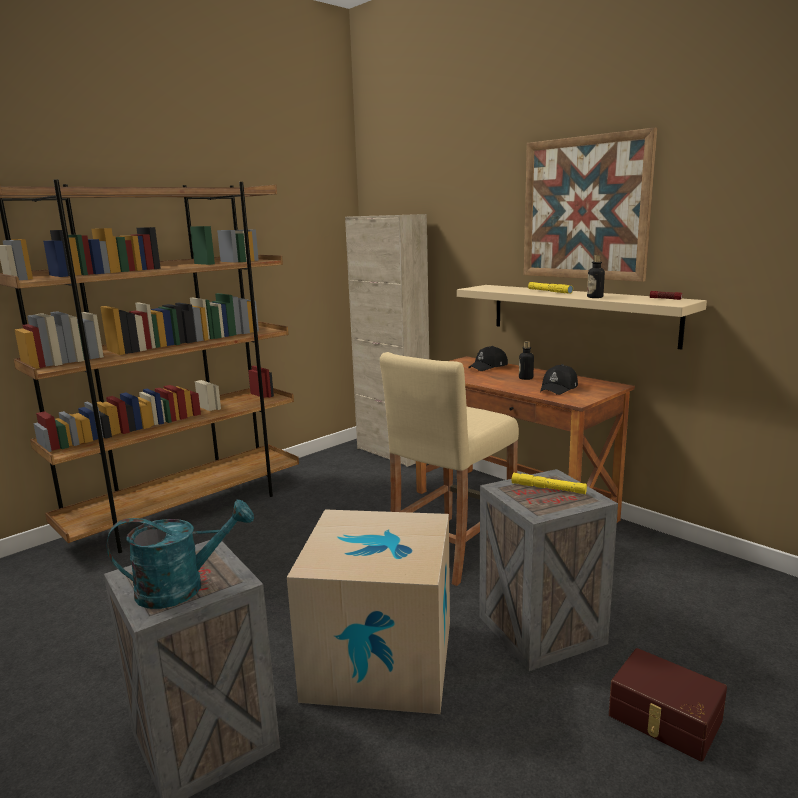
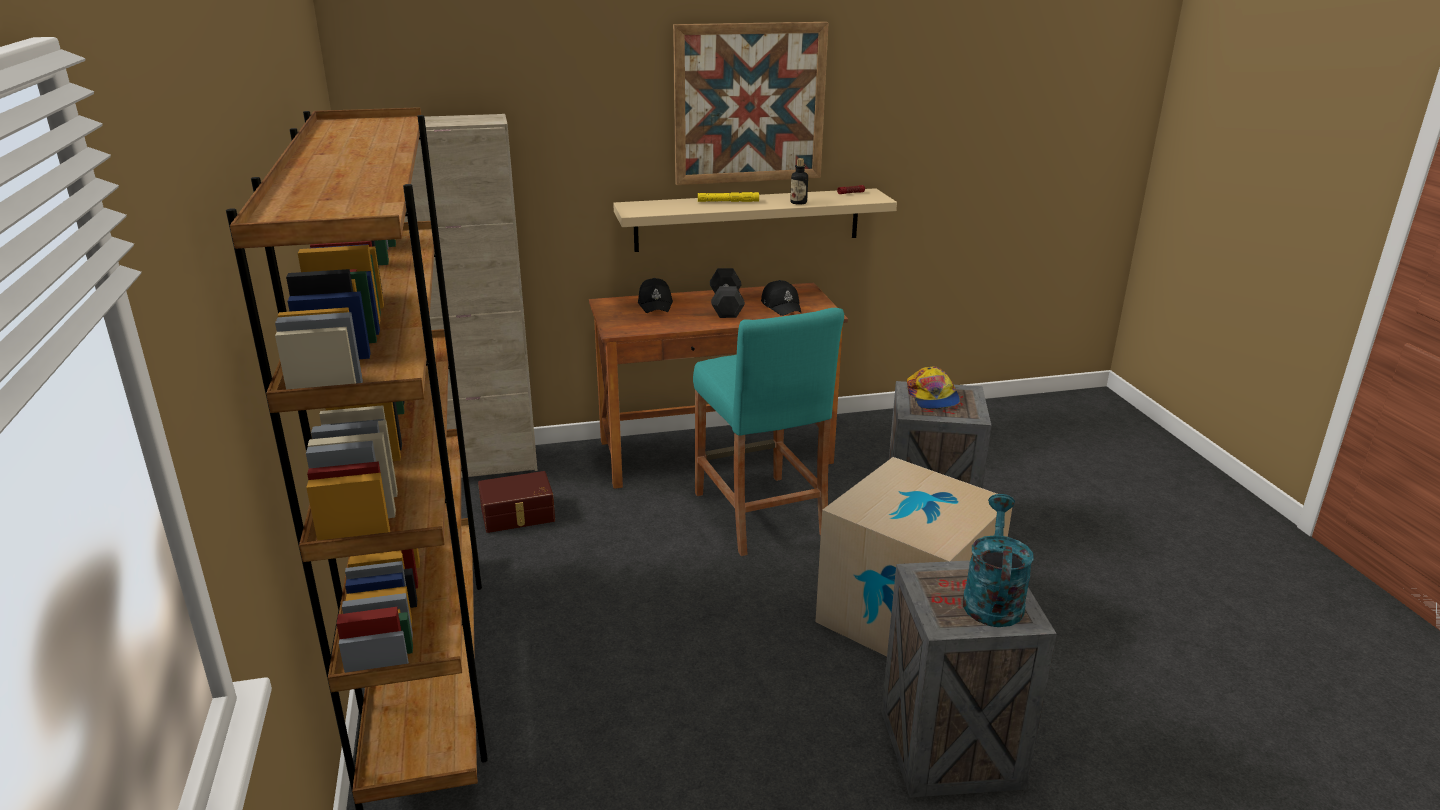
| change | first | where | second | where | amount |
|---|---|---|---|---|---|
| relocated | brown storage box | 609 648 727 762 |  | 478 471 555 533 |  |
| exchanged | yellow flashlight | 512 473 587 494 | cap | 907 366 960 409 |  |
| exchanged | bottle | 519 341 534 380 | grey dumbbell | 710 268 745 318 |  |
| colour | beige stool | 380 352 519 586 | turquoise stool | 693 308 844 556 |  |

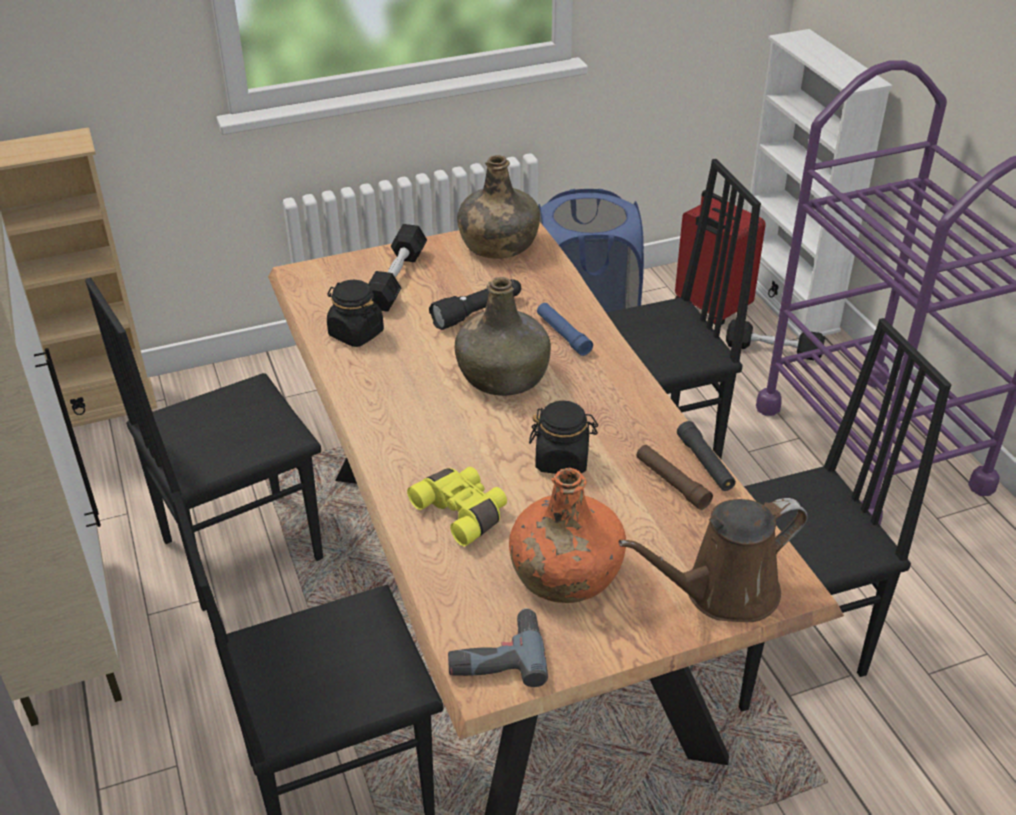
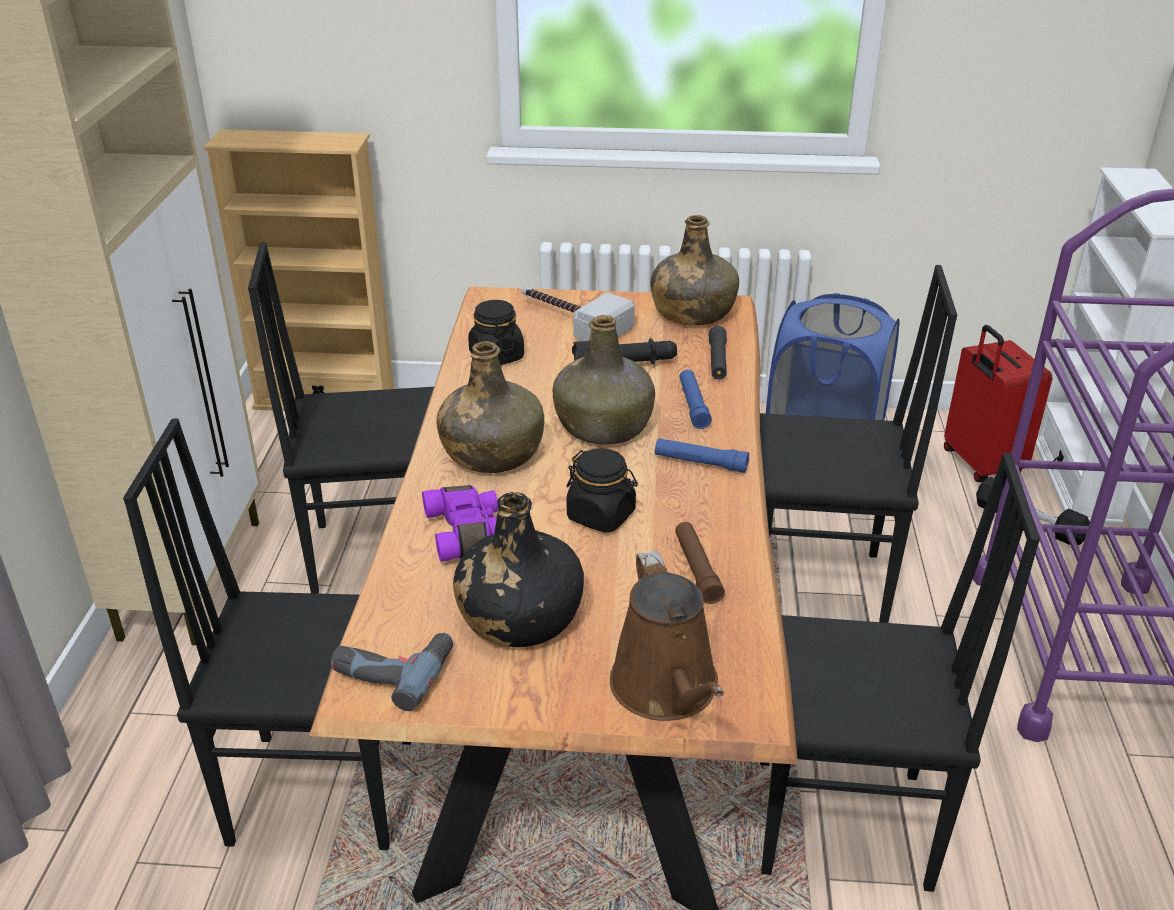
| change | first | where | second | where | amount |
|---|---|---|---|---|---|
| appeared |  |  | green bottle | 436 341 544 473 |  |
| appeared |  |  | blue flashlight | 655 438 749 473 |  |
| relocated | black flashlight | 677 421 736 491 |  | 709 326 727 380 |  |
| exchanged | black dumbbell | 368 224 427 312 | hammer | 521 286 635 341 |  |
| colour | yellow binoculars | 407 467 507 546 | purple binoculars | 422 485 498 562 |  |
| colour | orange bottle | 509 468 626 603 | black bottle | 453 492 584 647 |  |
| spun | brown watering can | 618 498 808 622 |  | 610 550 724 721 | 105 degrees counterclockwise |

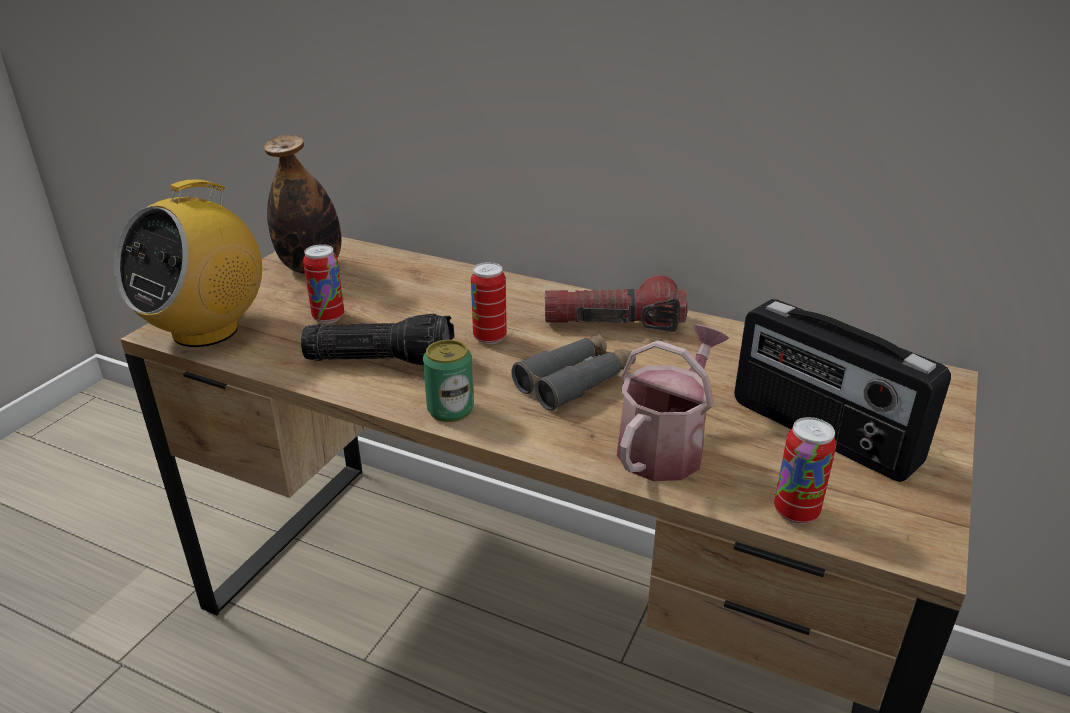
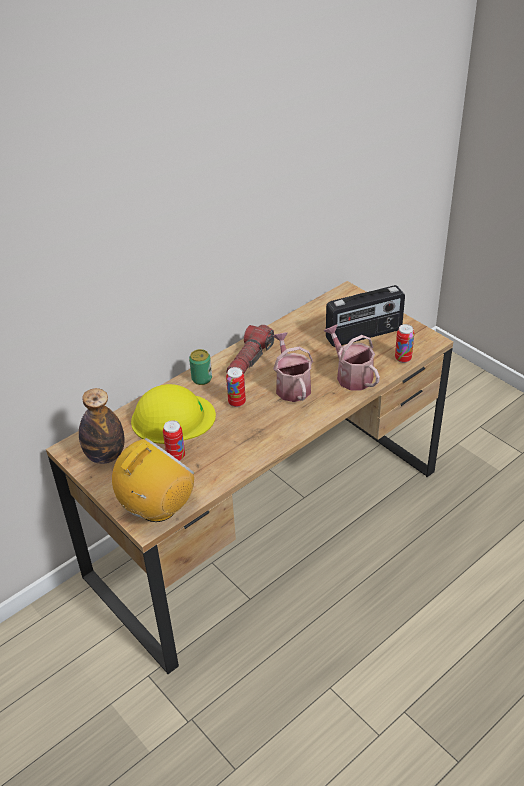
| change | first | where | second | where | amount |
|---|---|---|---|---|---|
| missing | flashlight | 301 313 455 365 |  |  |  |
| appeared |  |  | yellow hard hat | 131 384 216 444 |  |
| relocated | can | 423 340 474 422 |  | 189 349 212 385 |  |
| exchanged | grey binoculars | 512 334 635 411 | watering can | 273 332 313 402 |  |
| spun | radio | 114 179 262 347 |  | 112 438 194 522 | 105 degrees counterclockwise |

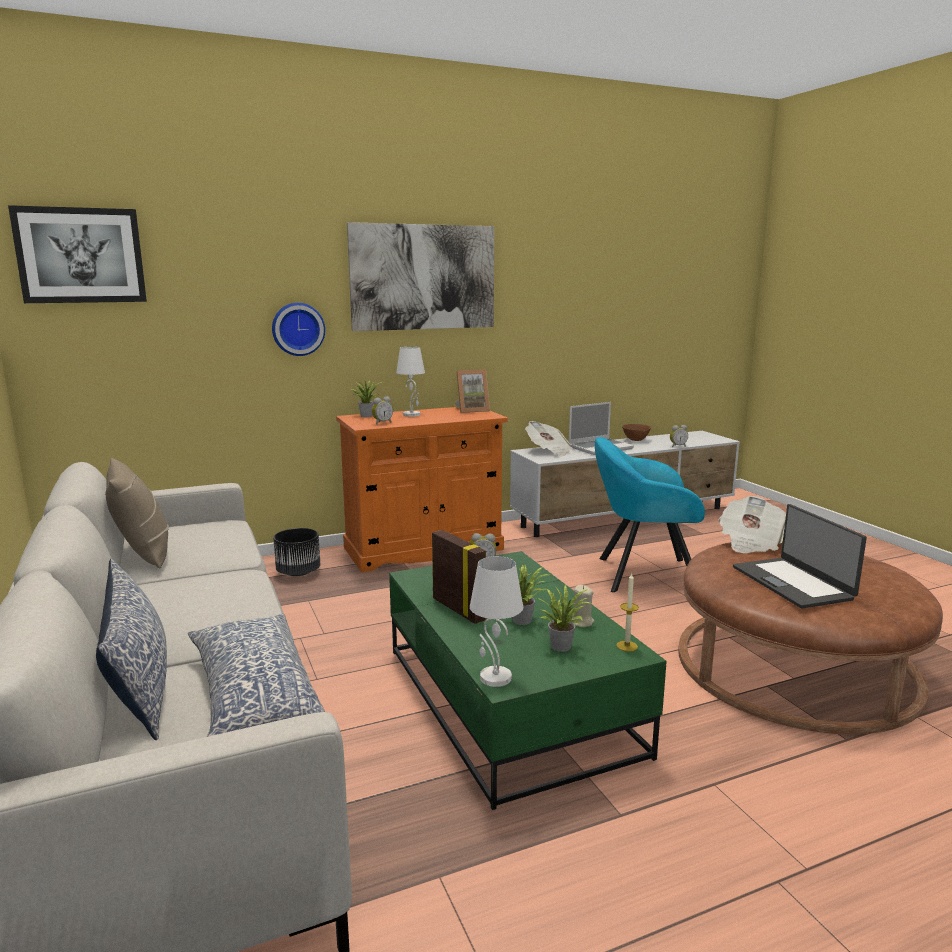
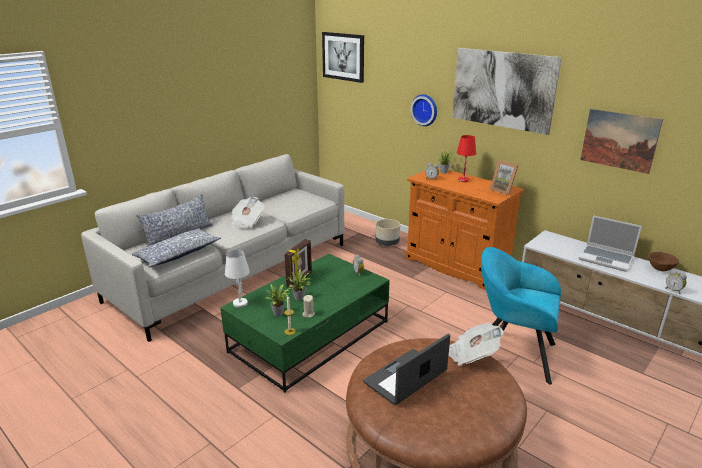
| change | first | where | second | where | amount |
|---|---|---|---|---|---|
| missing | beige pillow | 105 458 169 569 |  |  |  |
| appeared |  |  | picture | 580 109 663 174 |  |
| relocated | newspaper | 525 421 573 457 |  | 231 197 265 229 |  |
| colour | black planter | 273 528 320 576 | beige planter | 375 219 400 246 |  |
| colour | white table lamp | 396 347 425 417 | red table lamp | 457 135 476 182 |  |
| spun | turquoise armchair | 595 437 705 592 |  | 481 247 561 385 | 45 degrees counterclockwise |

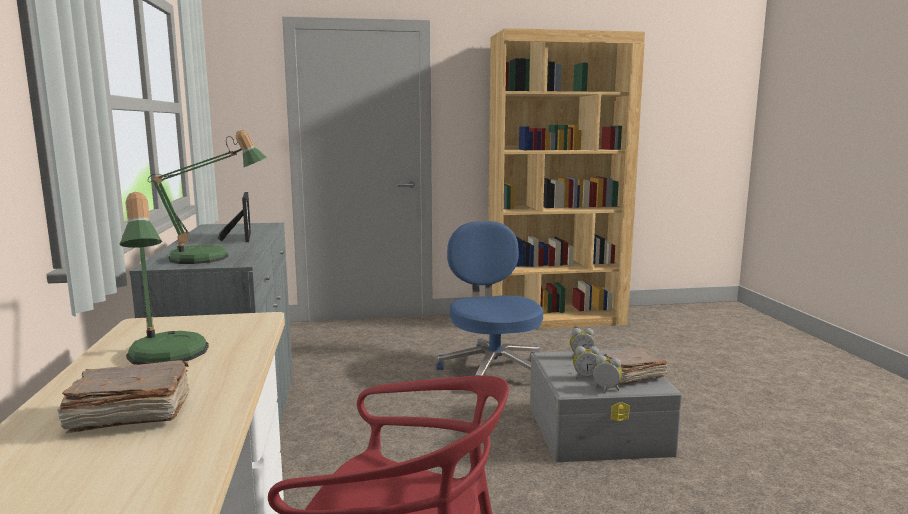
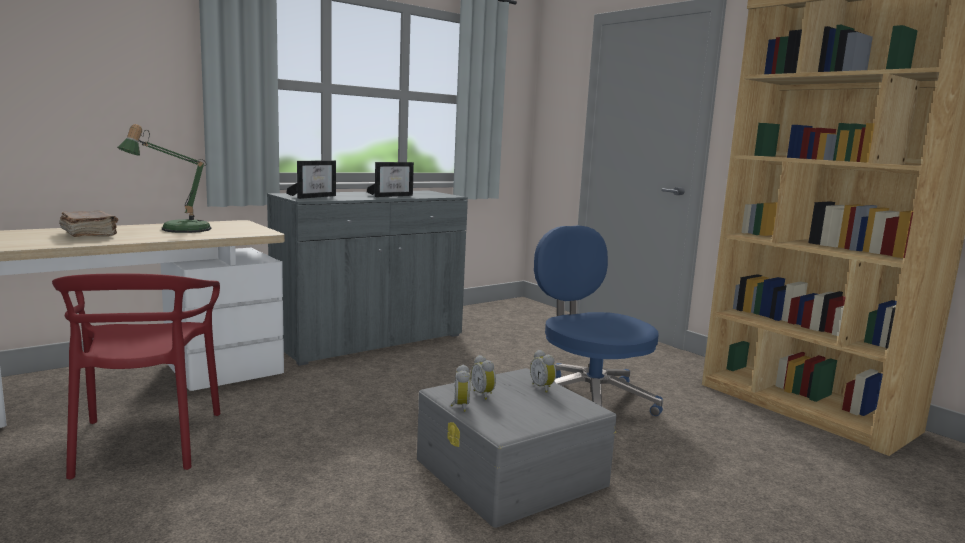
| change | first | where | second | where | amount |
|---|---|---|---|---|---|
| missing | brown book | 603 348 668 385 |  |  |  |
| exchanged | table lamp | 148 130 267 264 | picture frame | 286 160 336 199 |  |
| spun | blue office chair | 436 221 543 393 |  | 534 225 663 416 | 75 degrees counterclockwise |

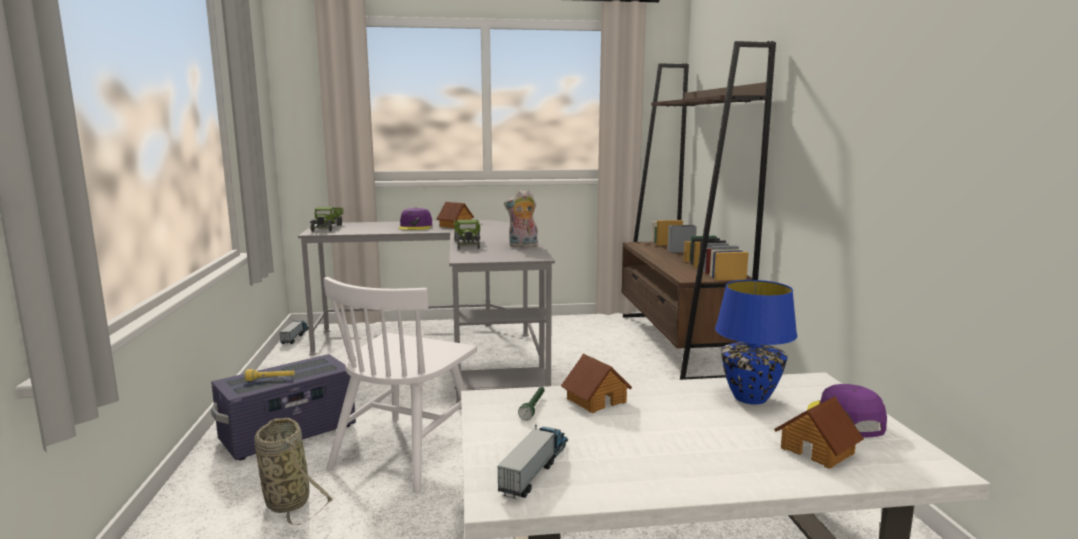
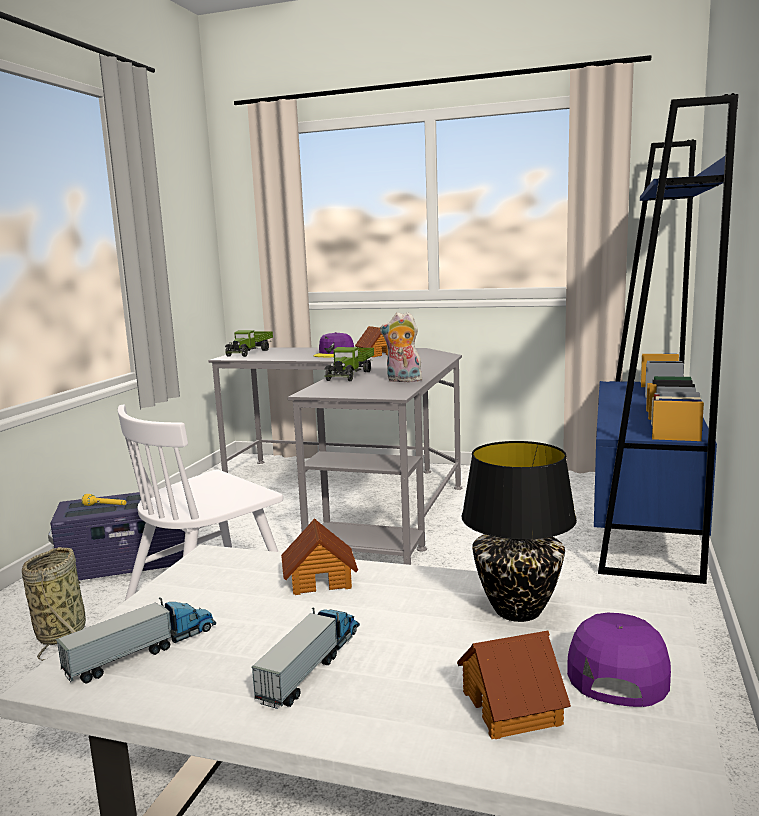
| change | first | where | second | where | amount |
|---|---|---|---|---|---|
| missing | green flashlight | 518 387 545 420 |  |  |  |
| relocated | toy truck | 280 321 308 344 |  | 251 607 360 709 |  |
| colour | brown bookcase | 621 41 776 380 | blue bookcase | 594 93 738 584 |  |
| colour | blue table lamp | 715 280 797 405 | black table lamp | 461 441 577 622 |  |

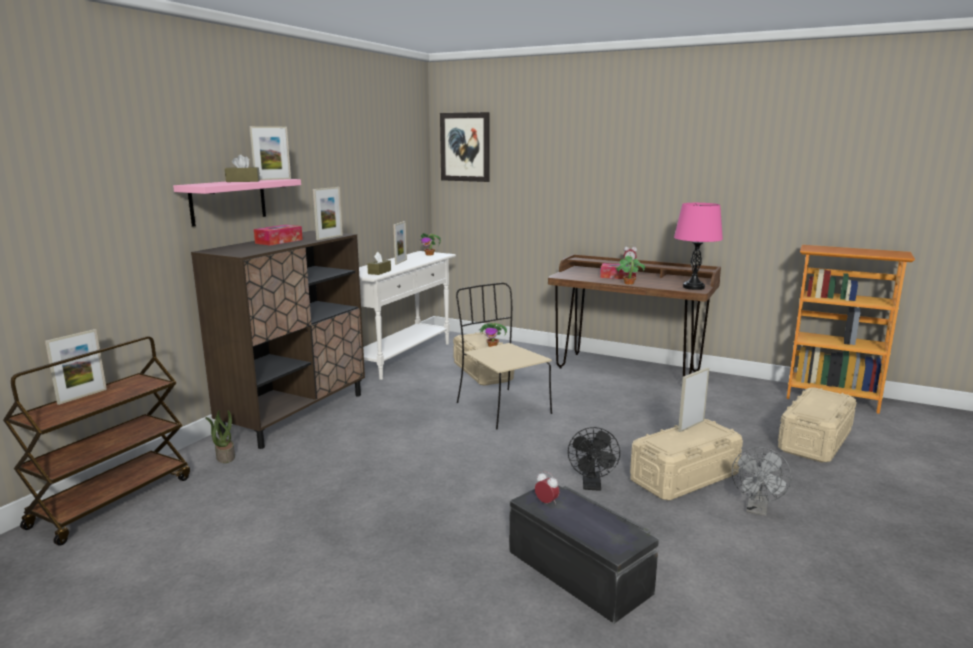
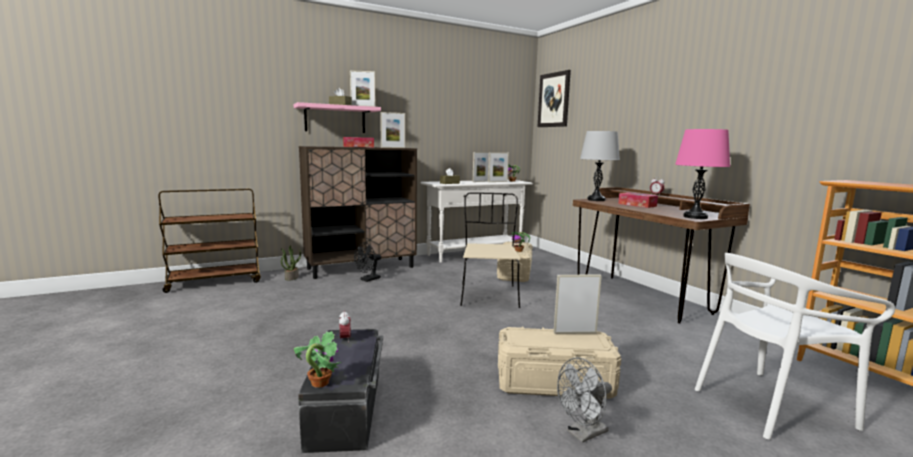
| change | first | where | second | where | amount |
|---|---|---|---|---|---|
| appeared |  |  | grey table lamp | 580 131 620 201 |  |
| relocated | picture frame | 45 329 107 405 |  | 488 152 509 182 |  |
| relocated | black fan | 568 427 620 491 |  | 354 242 381 282 |  |
| relocated | potted plant | 614 256 645 285 |  | 294 331 341 388 |  |
| exchanged | beige storage box | 778 387 857 462 | white chair | 695 253 895 440 |  |

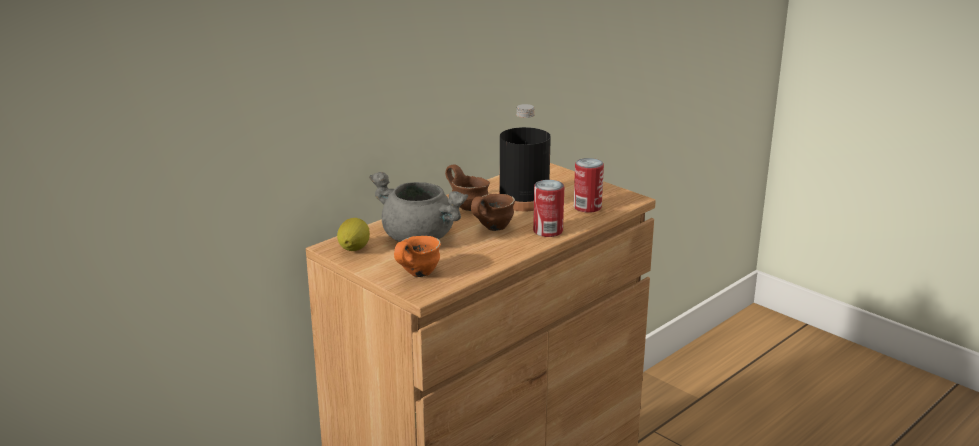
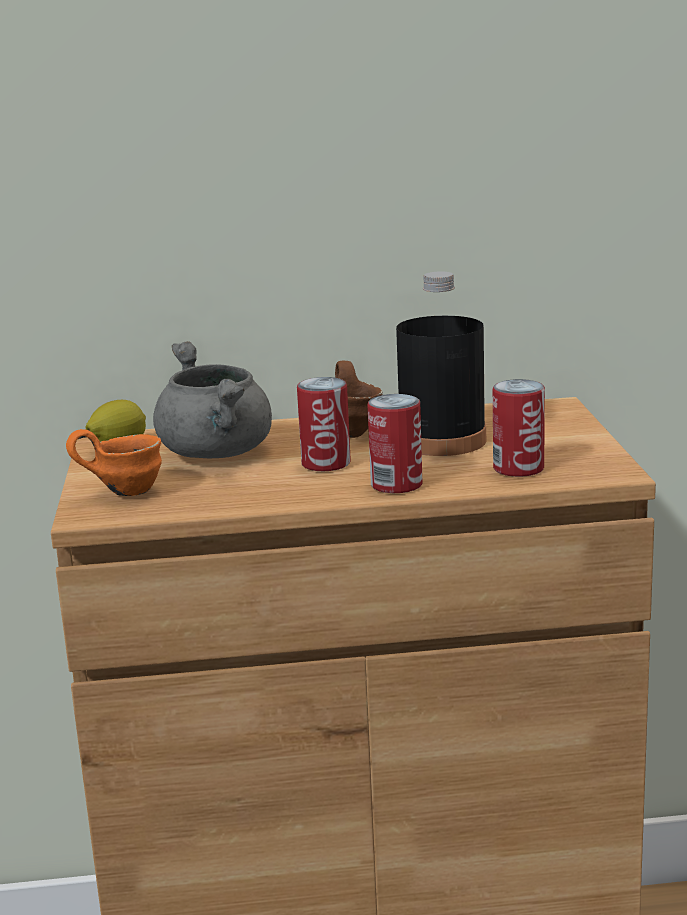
| change | first | where | second | where | amount |
|---|---|---|---|---|---|
| exchanged | brown mug | 471 194 515 231 | can | 297 377 351 471 |  |

